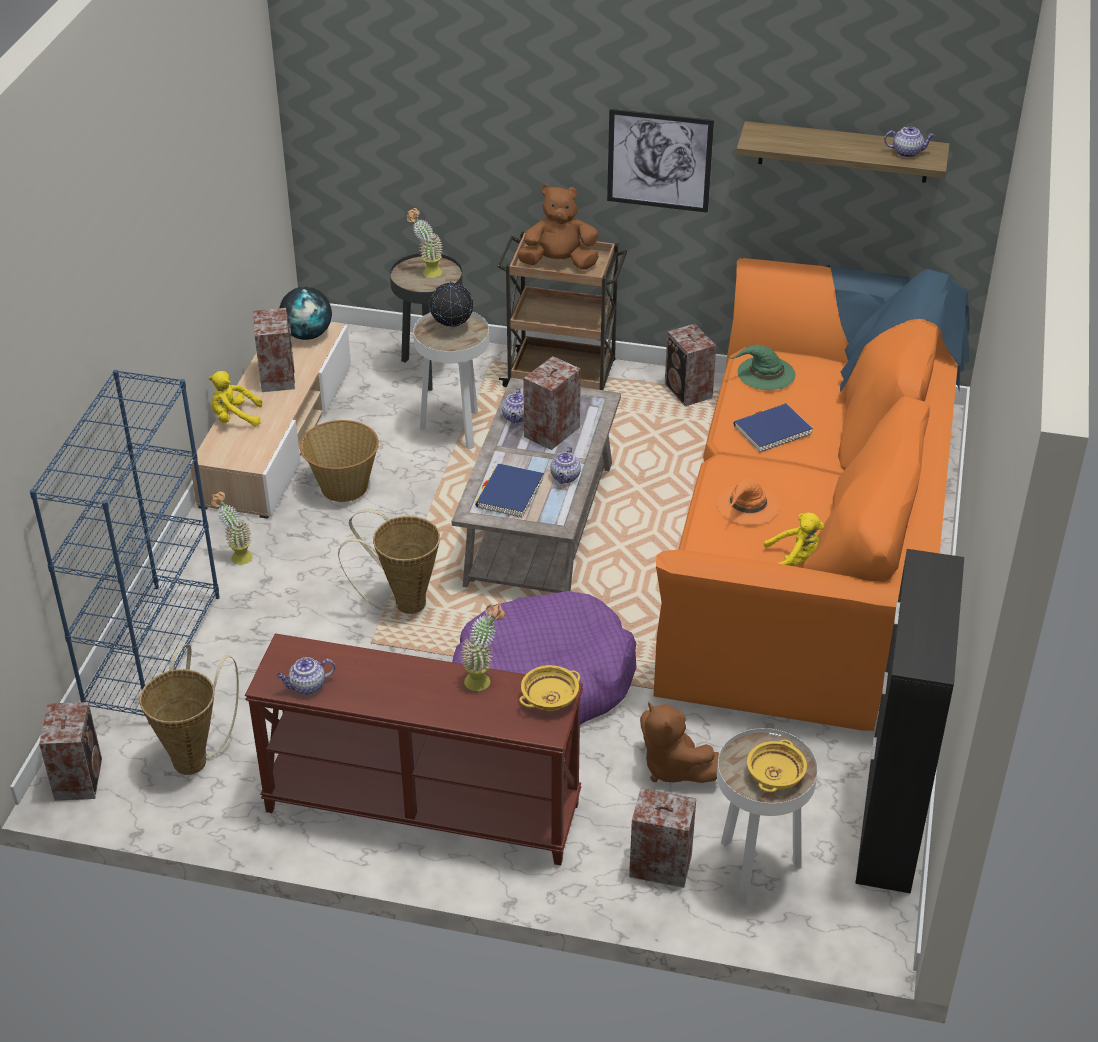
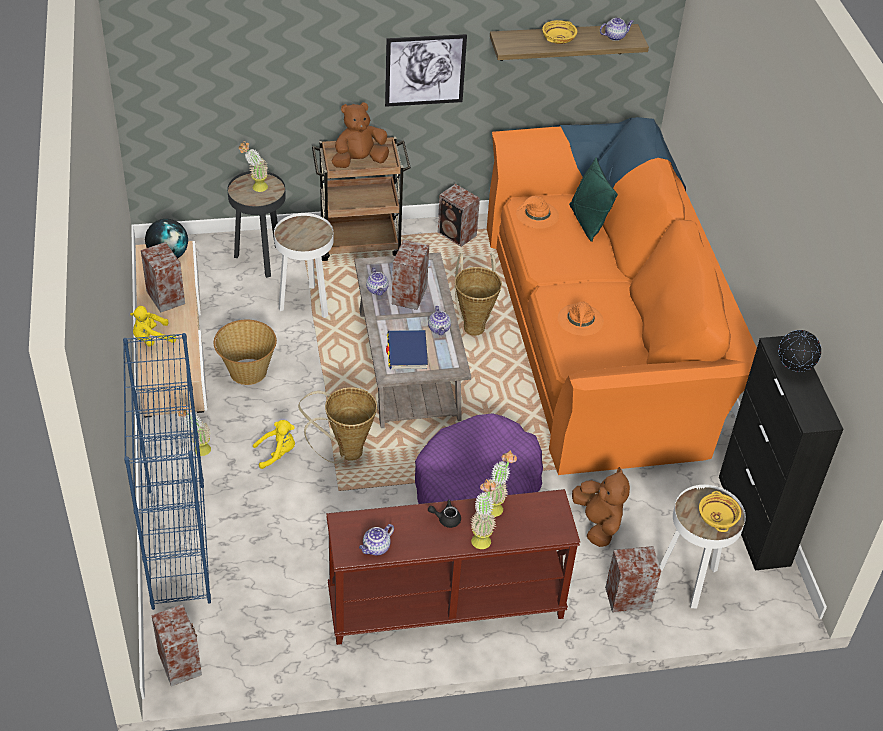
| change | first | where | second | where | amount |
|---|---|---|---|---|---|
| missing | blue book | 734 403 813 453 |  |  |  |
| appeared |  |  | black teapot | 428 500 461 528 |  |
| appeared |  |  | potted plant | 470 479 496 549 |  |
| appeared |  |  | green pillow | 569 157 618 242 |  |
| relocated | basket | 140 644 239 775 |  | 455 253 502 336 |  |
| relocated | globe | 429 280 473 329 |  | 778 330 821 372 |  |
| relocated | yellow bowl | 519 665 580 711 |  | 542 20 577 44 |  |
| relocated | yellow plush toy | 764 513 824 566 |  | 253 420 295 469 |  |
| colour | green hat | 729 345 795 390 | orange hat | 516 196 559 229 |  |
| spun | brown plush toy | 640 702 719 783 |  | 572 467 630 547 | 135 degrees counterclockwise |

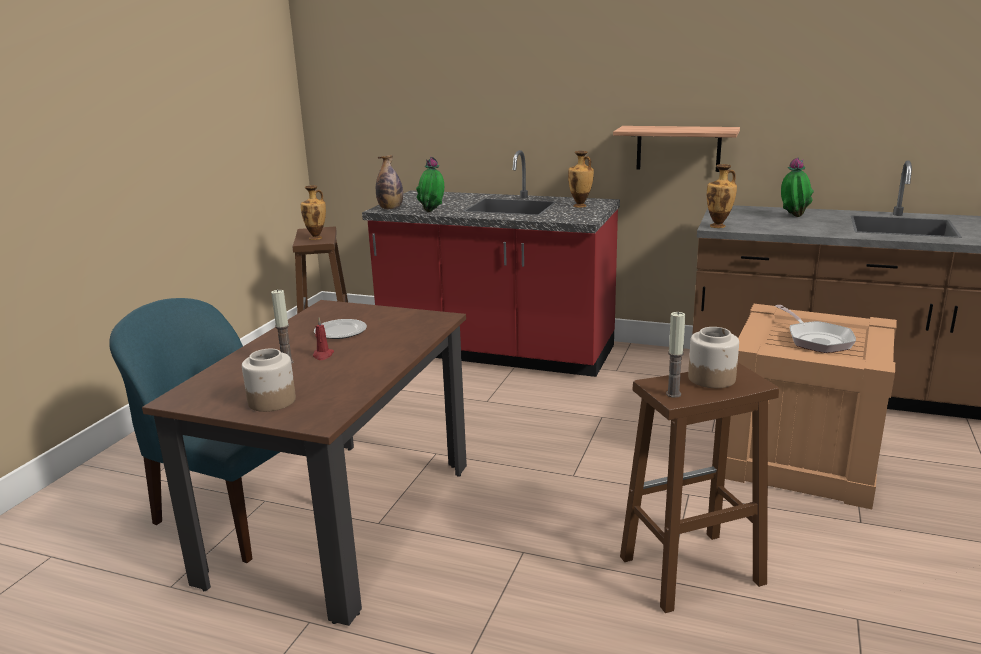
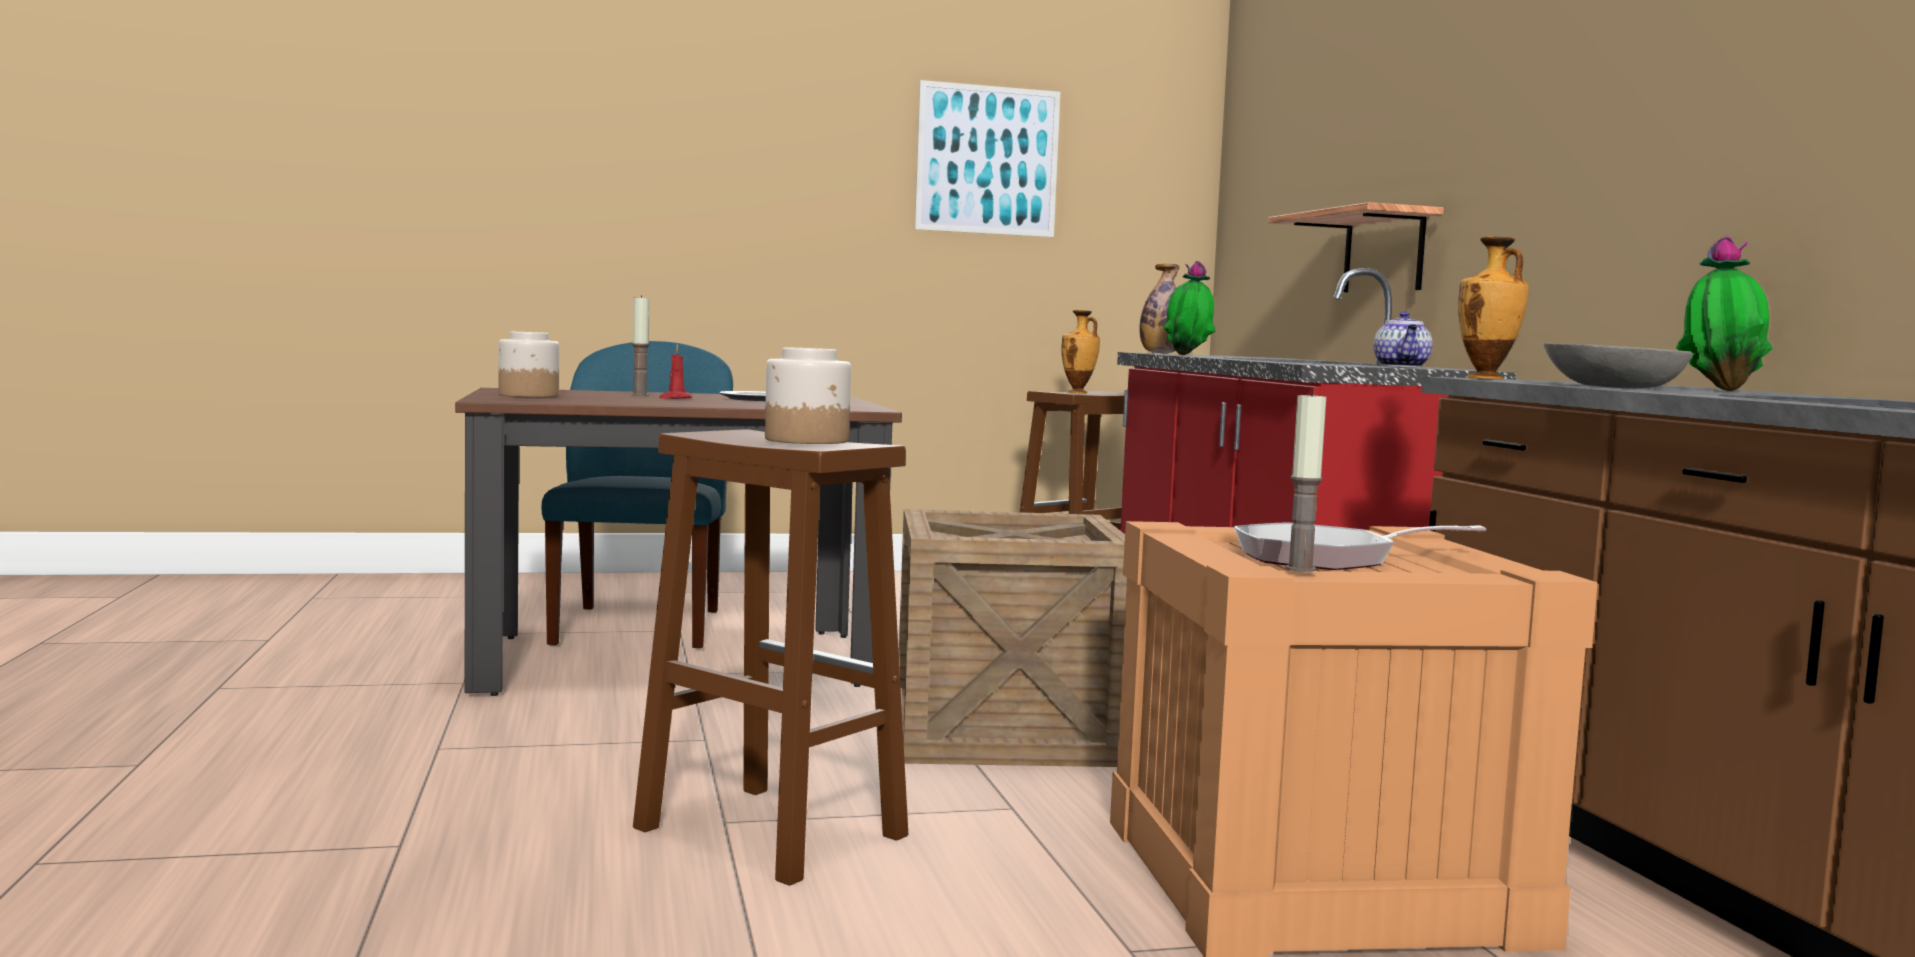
| change | first | where | second | where | amount |
|---|---|---|---|---|---|
| appeared |  |  | crate | 899 509 1127 767 |  |
| appeared |  |  | picture | 915 80 1060 237 |  |
| appeared |  |  | grey bowl | 1544 343 1693 389 |  |
| relocated | shelf | 613 126 740 172 |  | 1268 202 1444 292 |  |
| relocated | candle | 666 312 685 398 |  | 1285 390 1326 572 |  |
| exchanged | vase | 568 151 594 208 | teapot | 1374 311 1433 367 |  |
| spun | frying pan | 775 305 856 353 |  | 1234 522 1486 570 | 45 degrees clockwise |

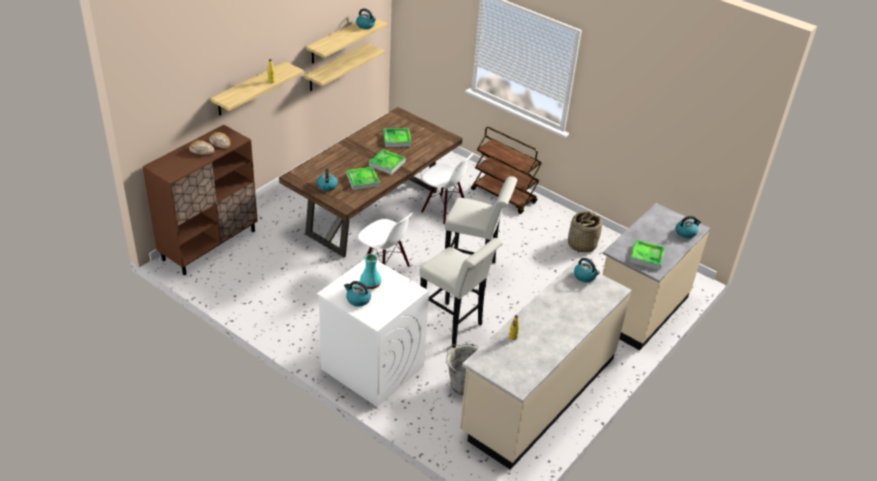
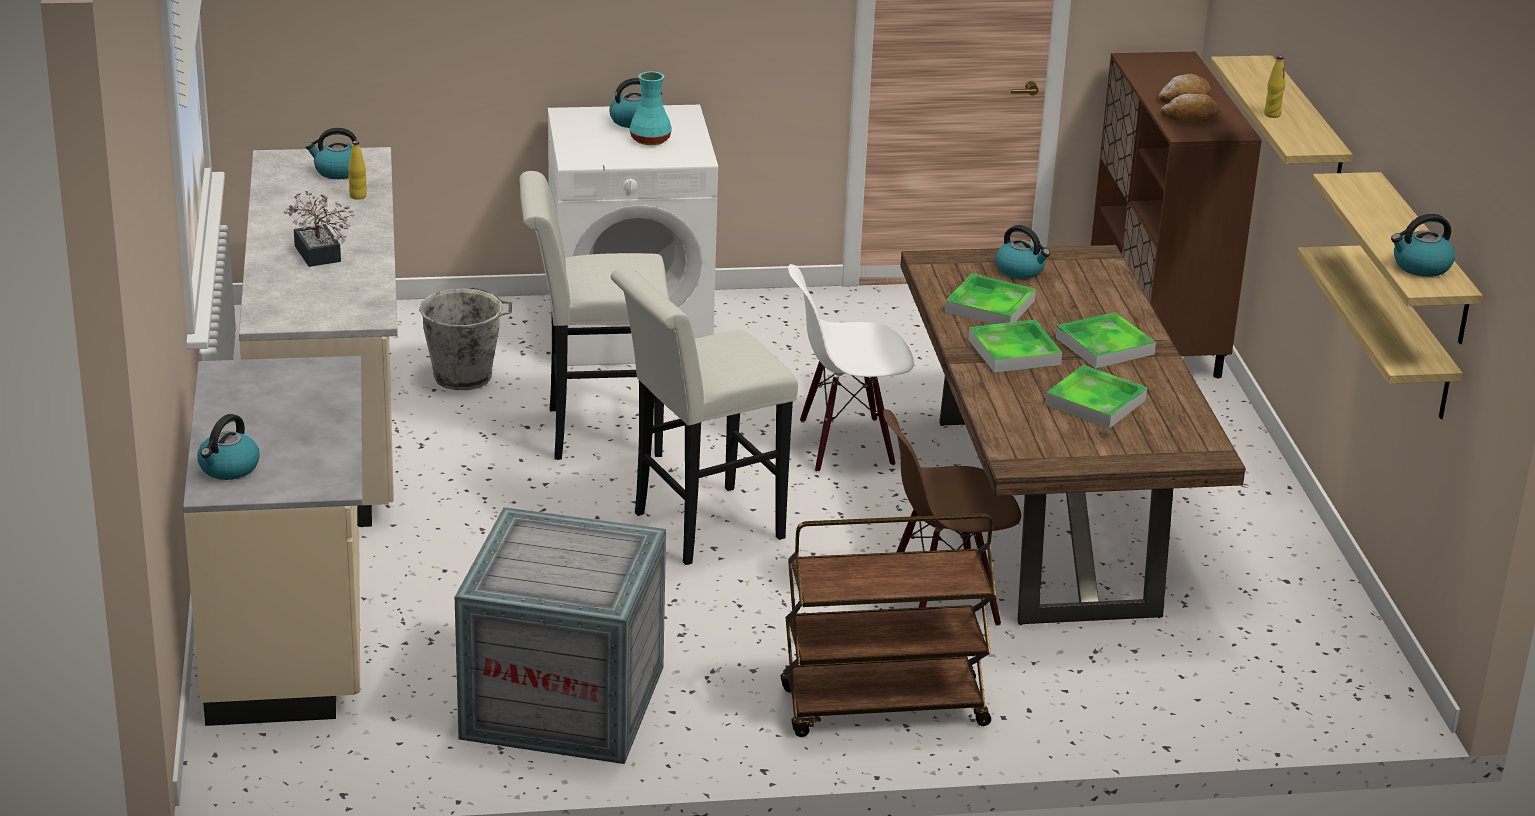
| change | first | where | second | where | amount |
|---|---|---|---|---|---|
| appeared |  |  | potted plant | 284 191 354 267 |  |
| relocated | kettle | 574 258 600 282 |  | 306 128 357 179 |  |
| relocated | tray | 630 240 665 270 |  | 1056 312 1156 369 |  |
| exchanged | basket | 568 211 602 252 | crate | 455 507 666 764 |  |
| colour | white chair | 421 153 473 225 | brown chair | 883 409 1021 626 |  |

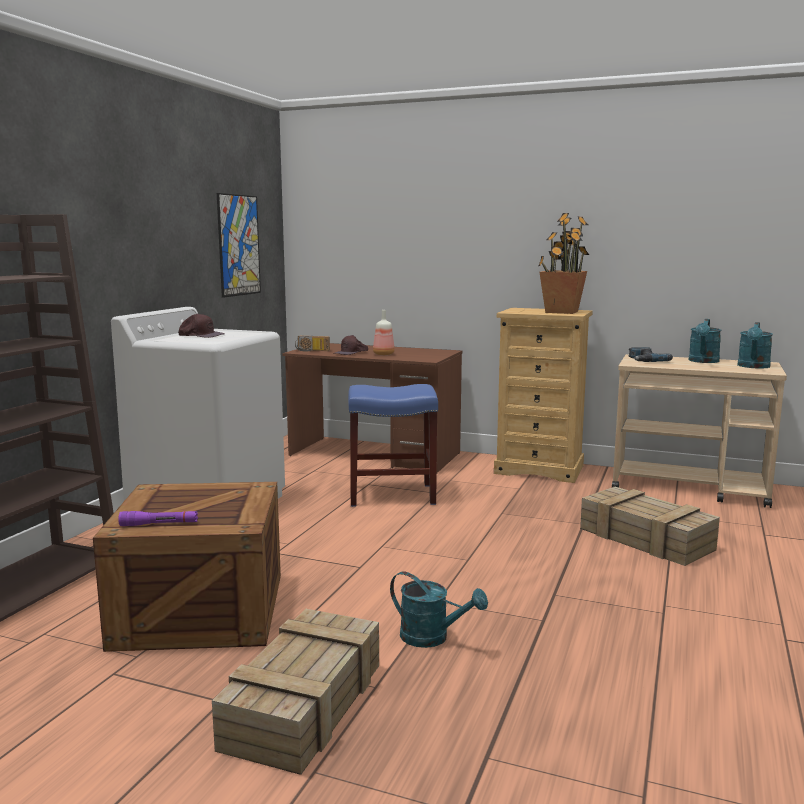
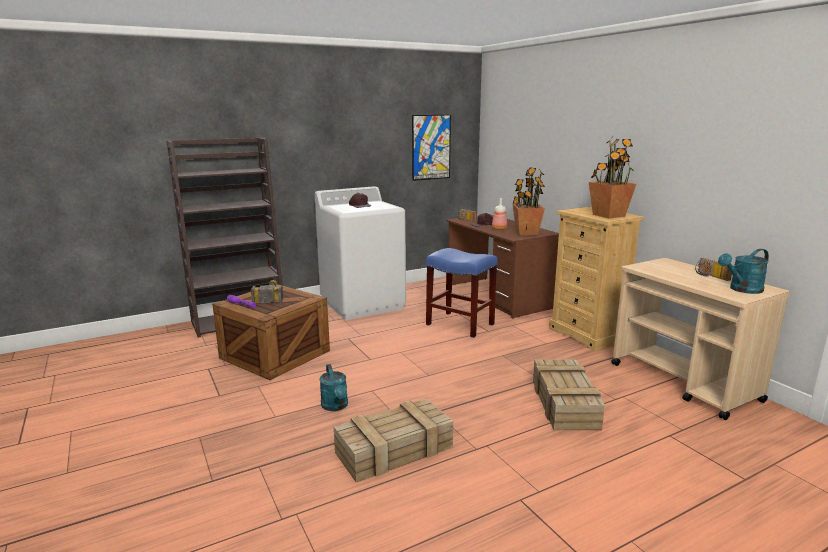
| change | first | where | second | where | amount |
|---|---|---|---|---|---|
| missing | power drill | 628 347 673 362 |  |  |  |
| appeared |  |  | hammer | 251 280 283 303 |  |
| appeared |  |  | potted plant | 513 168 545 235 |  |
| relocated | crate | 212 609 379 775 |  | 334 398 453 482 |  |
| exchanged | turquoise watering can | 688 319 721 363 | radio | 695 258 732 281 |  |

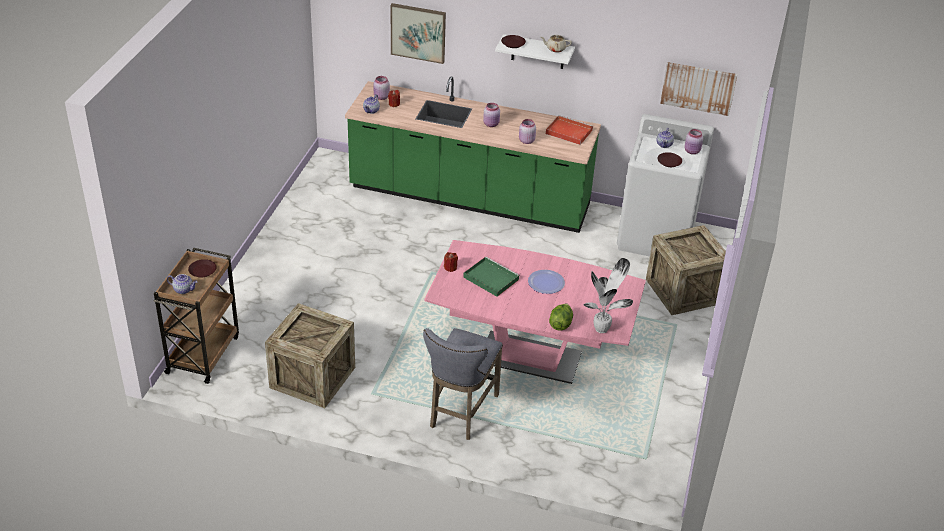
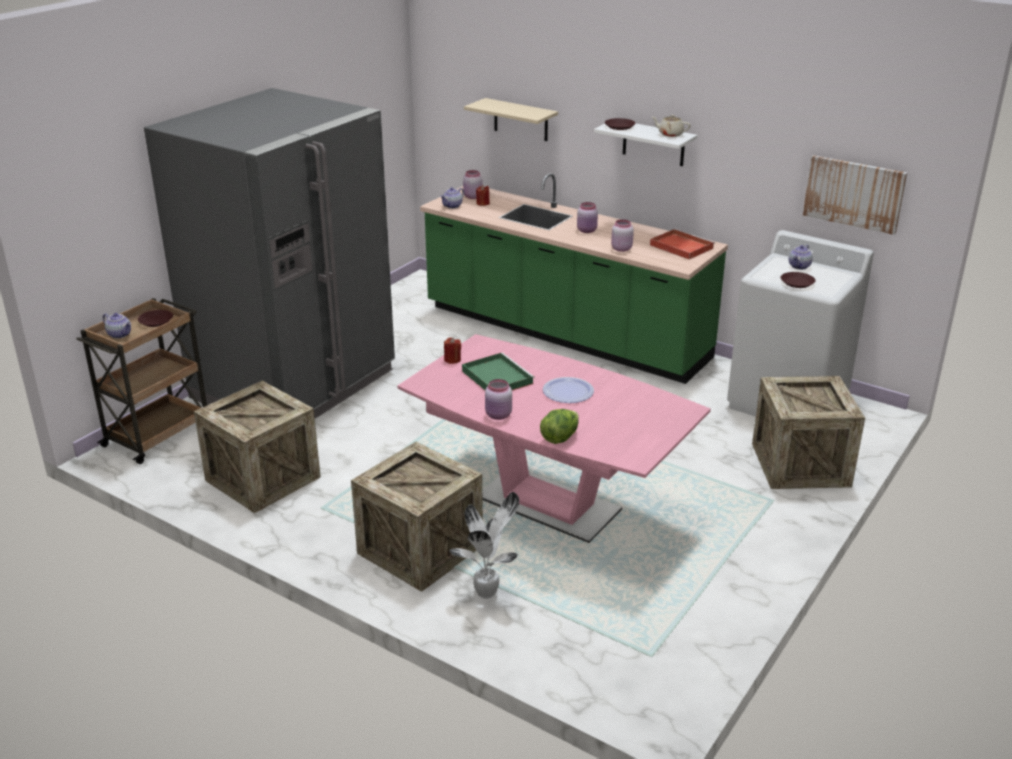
| change | first | where | second | where | amount |
|---|---|---|---|---|---|
| appeared |  |  | grey fridge | 144 88 395 419 |  |
| relocated | potted plant | 583 258 633 333 |  | 450 492 519 599 |  |
| relocated | pink jar | 684 129 703 154 |  | 485 379 512 420 |  |
| exchanged | picture | 391 3 446 64 | beige shelf | 464 98 558 141 |  |
| exchanged | grey stool | 423 328 503 440 | crate | 351 442 483 592 |  |

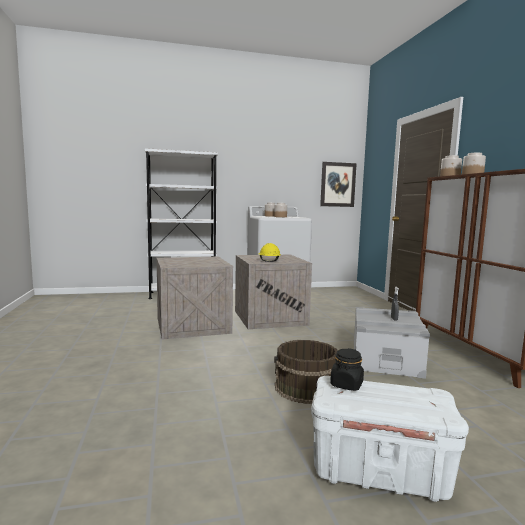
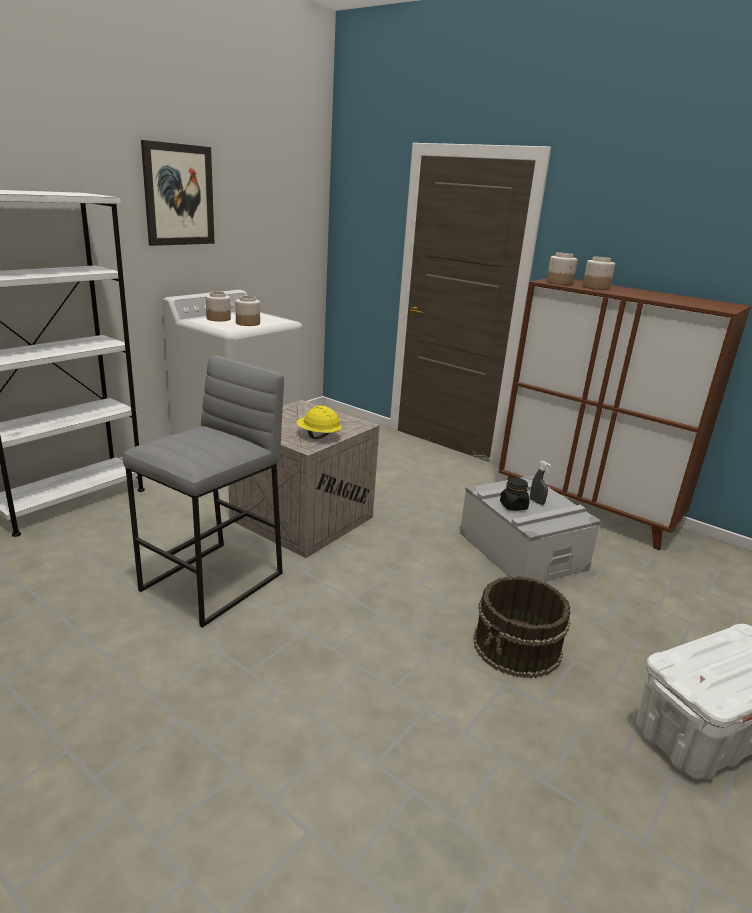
| change | first | where | second | where | amount |
|---|---|---|---|---|---|
| relocated | picture | 320 162 357 207 |  | 141 140 215 246 |  |
| relocated | black jar | 330 348 364 391 |  | 500 477 530 511 |  |
| exchanged | crate | 157 257 233 340 | grey stool | 123 356 284 628 |  |

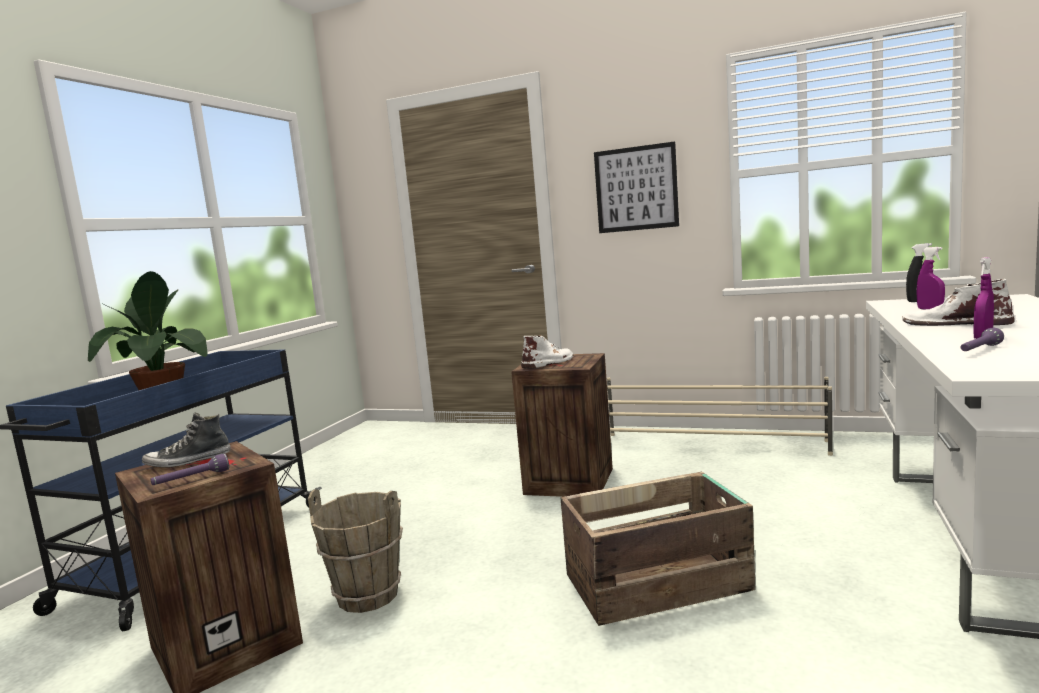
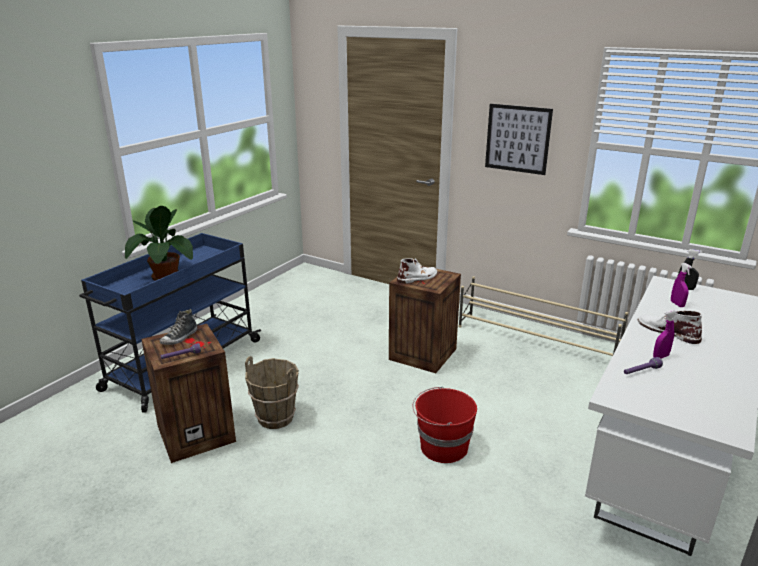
| change | first | where | second | where | amount |
|---|---|---|---|---|---|
| exchanged | crate | 560 472 755 626 | red bucket | 413 386 477 463 |  |
| spun | shoe | 142 412 230 467 |  | 160 309 197 345 | 45 degrees counterclockwise |

